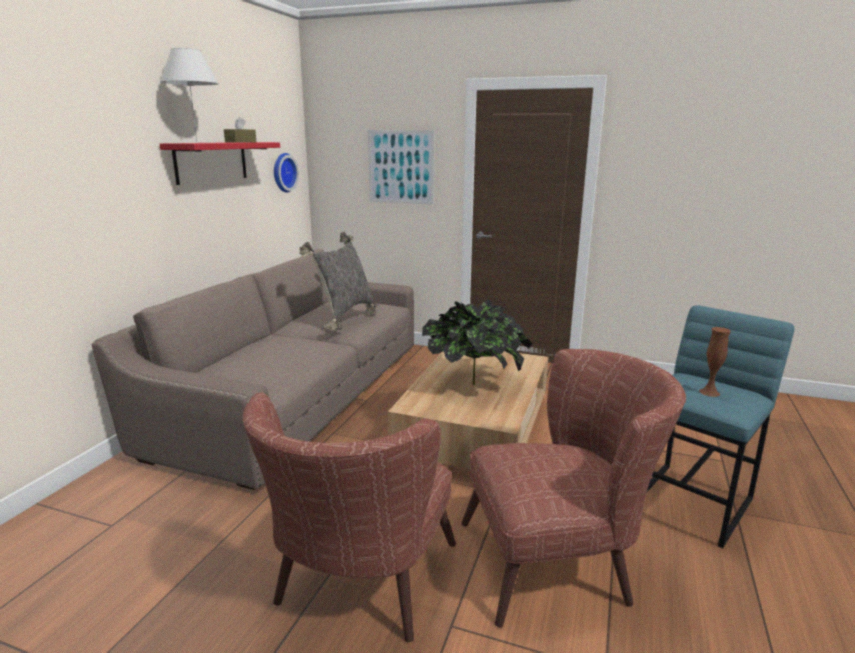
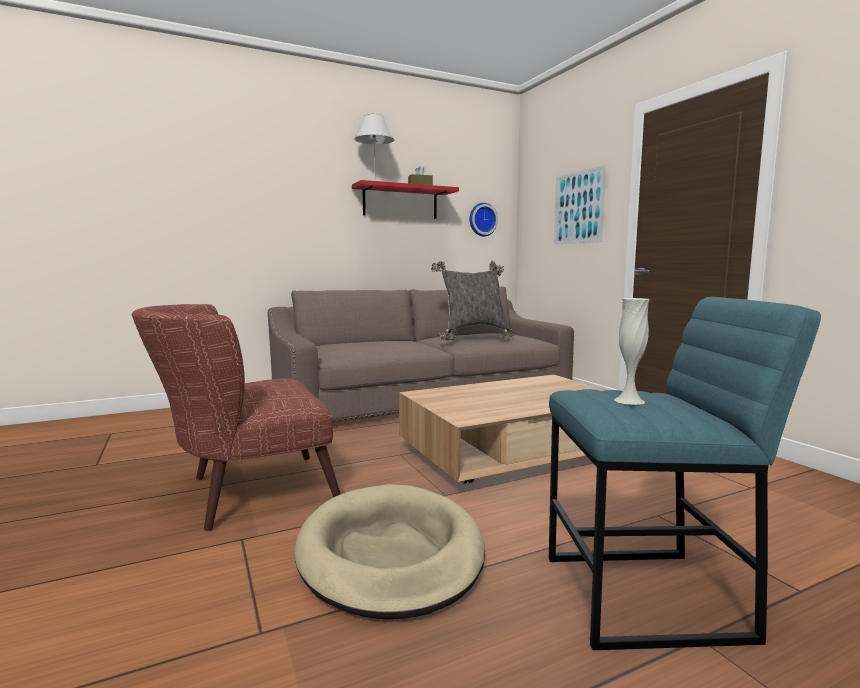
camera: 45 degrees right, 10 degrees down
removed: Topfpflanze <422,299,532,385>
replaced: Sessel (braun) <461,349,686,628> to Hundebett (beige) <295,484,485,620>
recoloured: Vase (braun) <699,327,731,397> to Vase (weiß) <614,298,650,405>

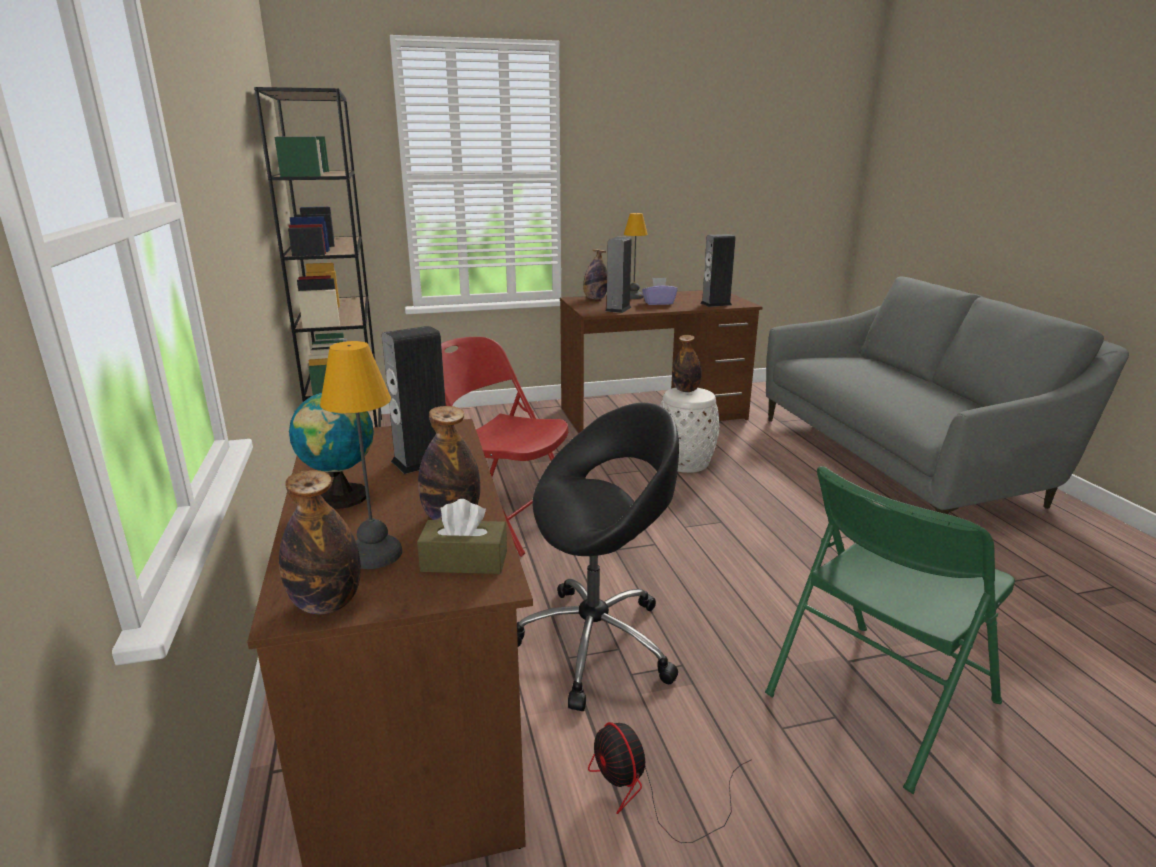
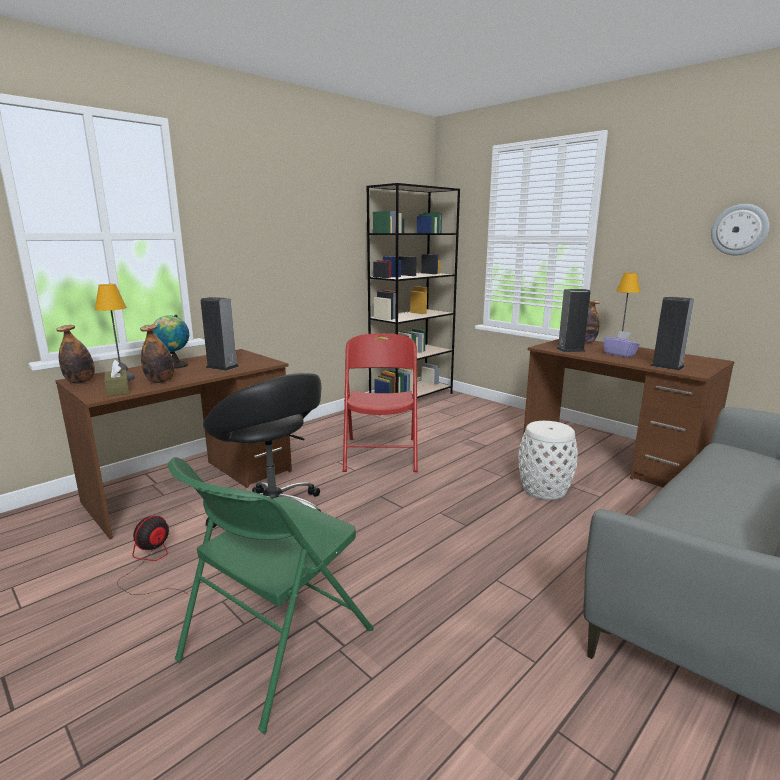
camera: 60 degrees right, 5 degrees down
removed: Flasche <672,335,702,392>
added: Wanduhr <711,204,769,255>
turned: Stuhl (grün) <765,466,1015,794> = <168,457,373,734> 75 degrees counterclockwise

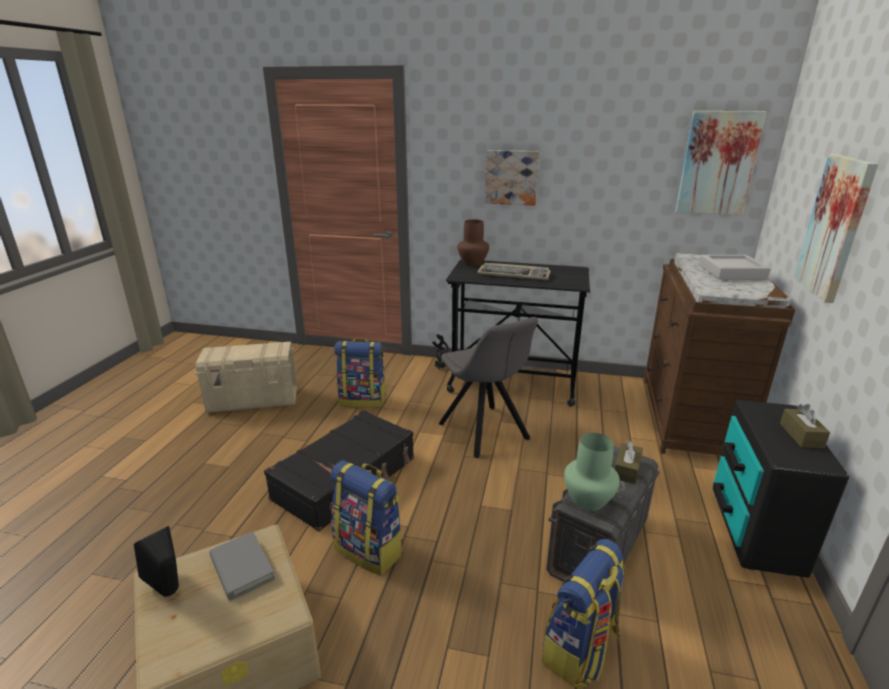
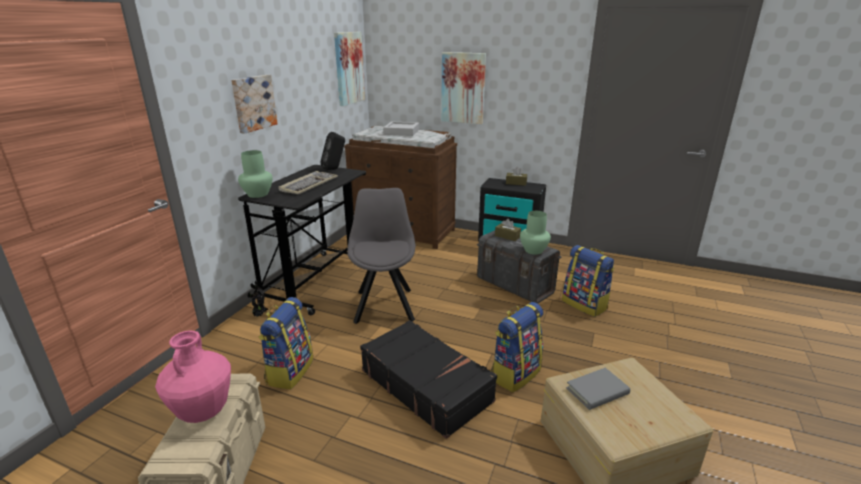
camera: 80 degrees left, 0 degrees up
added: Vase (rosa) <155,331,231,423>
moved: Lautsprecher (schwarz) <134,526,179,597> to <320,132,345,170>
recoloured: Vase (braun) <457,219,489,266> to Vase (grün) <238,150,273,198>
turned: Stuhl (grau) <439,317,538,458> = <347,188,416,324> 75 degrees counterclockwise

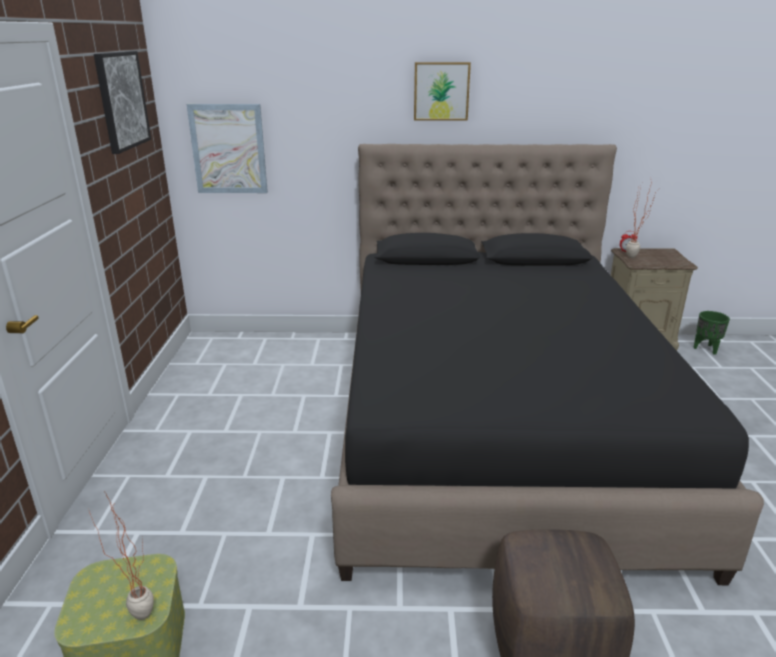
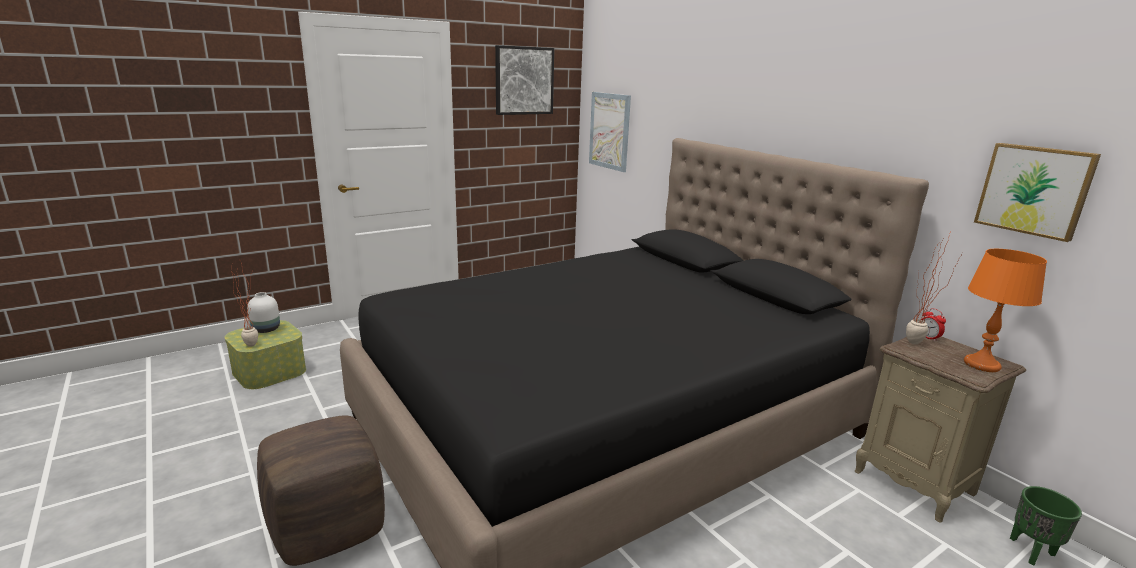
camera: 55 degrees right, 5 degrees down
added: Tischlampe (orange) <964,249,1047,372>; Vase (weiß) <247,292,280,333>
moved: Bild <414,62,471,121> to <974,143,1101,242>

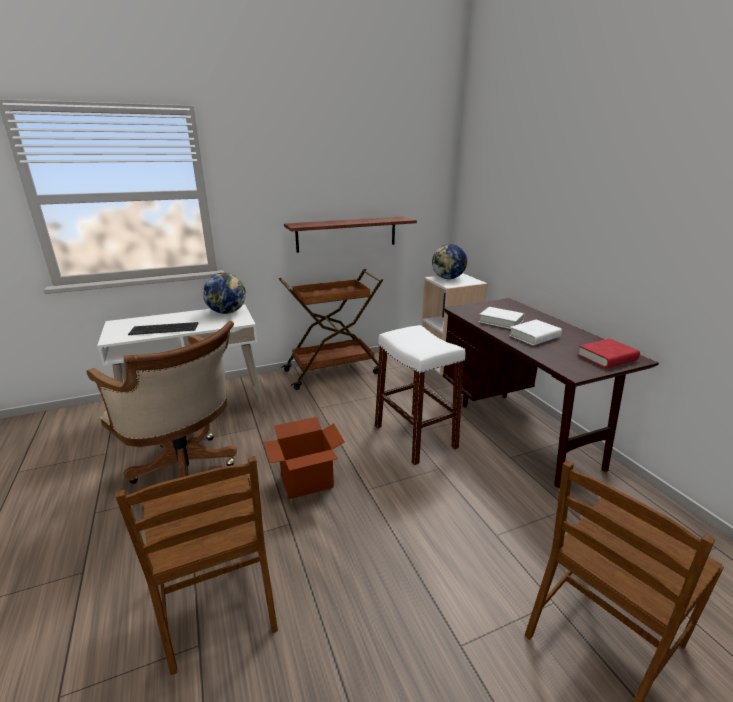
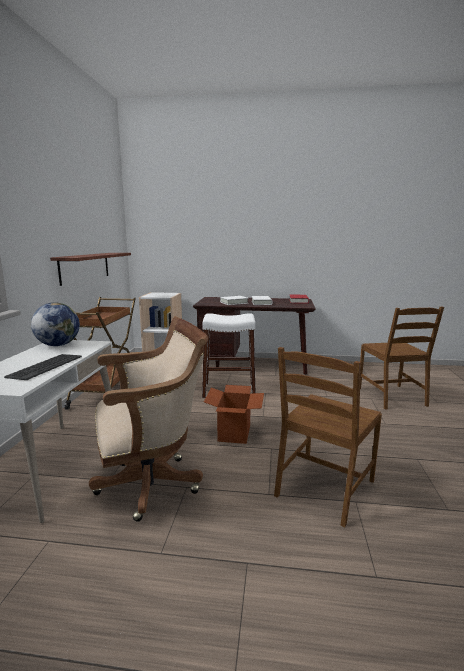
camera: 60 degrees left, 10 degrees down
removed: Globus <432,244,467,279>
turned: Stuhl (braun) <116,456,278,675> = <274,347,382,527> 120 degrees clockwise

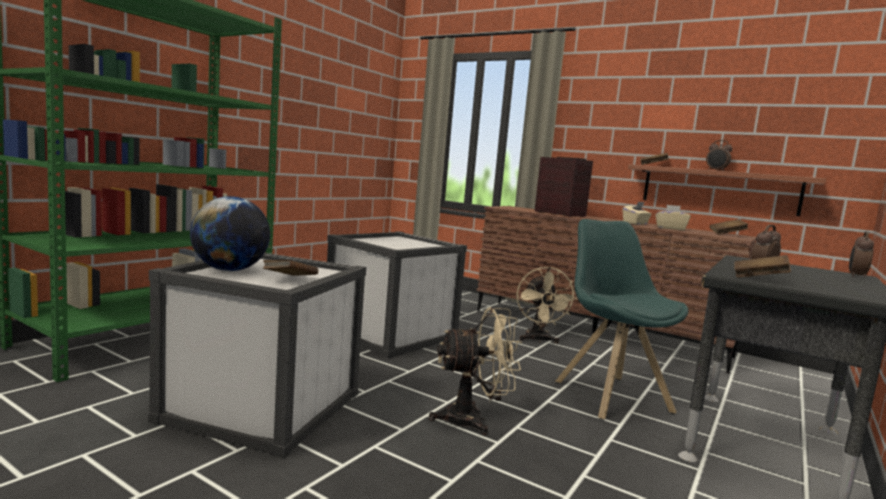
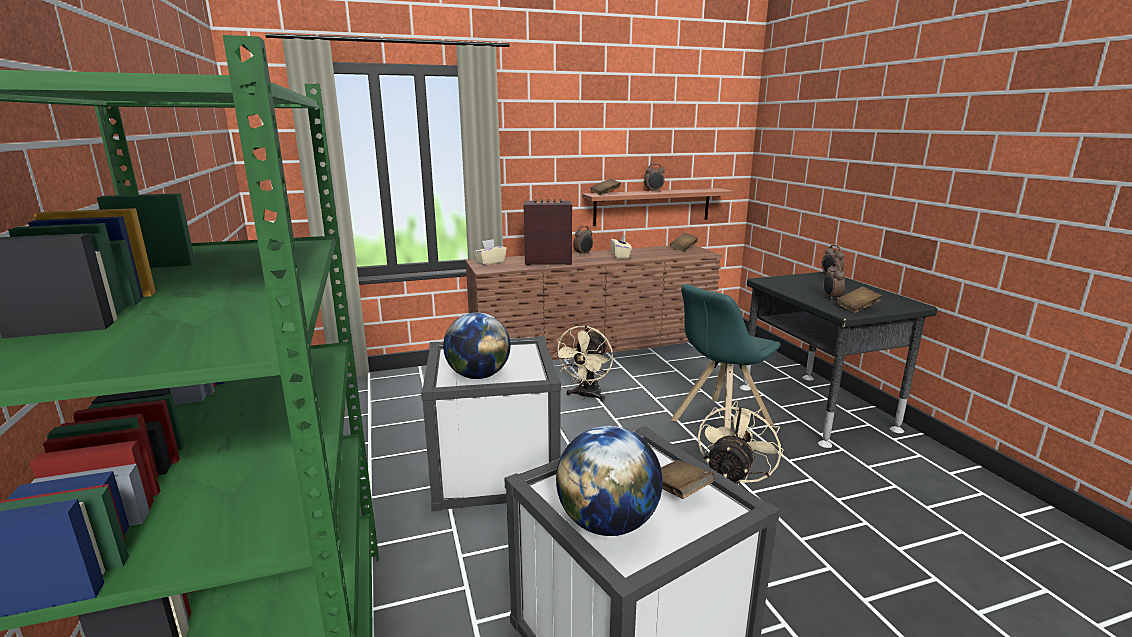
camera: 50 degrees left, 10 degrees up
added: Wecker <573,226,593,256>; Globus <443,312,511,379>
moved: Taschentuchbox (beige) <655,205,691,230> to <473,239,507,265>
turned: Stuhl (türkis) <555,219,689,420> = <671,284,781,429> 60 degrees counterclockwise; Ventilator (beige) <517,267,577,343> = <553,325,613,402> 75 degrees clockwise

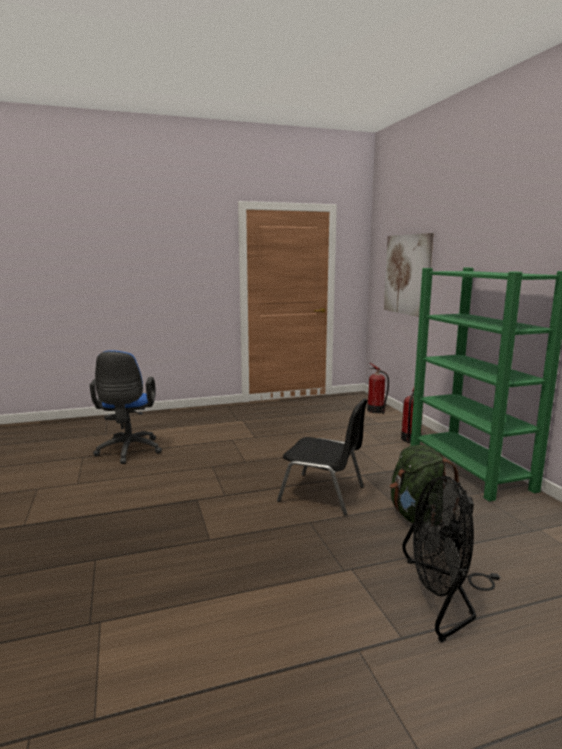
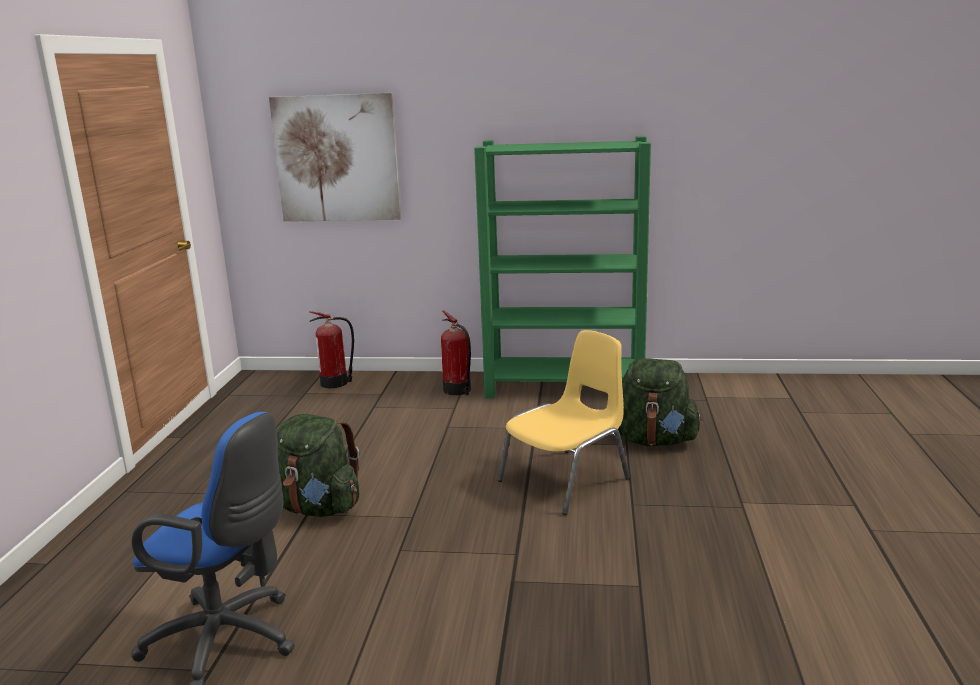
camera: 65 degrees left, 5 degrees up
removed: Ventilator (schwarz) <402,476,501,642>
added: Rucksack (grün) <277,414,359,517>
recoloured: Stuhl (schwarz) <277,398,368,515> to Stuhl (gelb) <498,330,630,515>

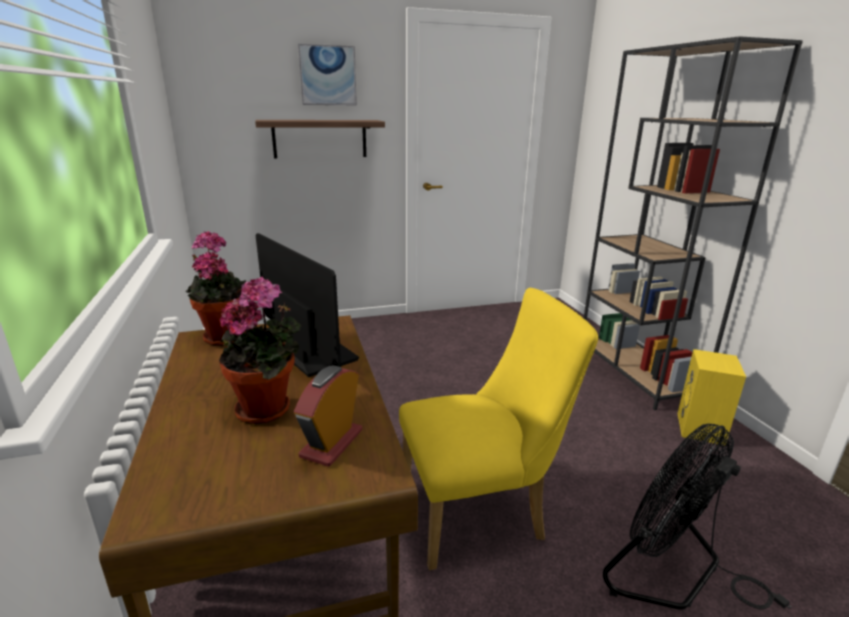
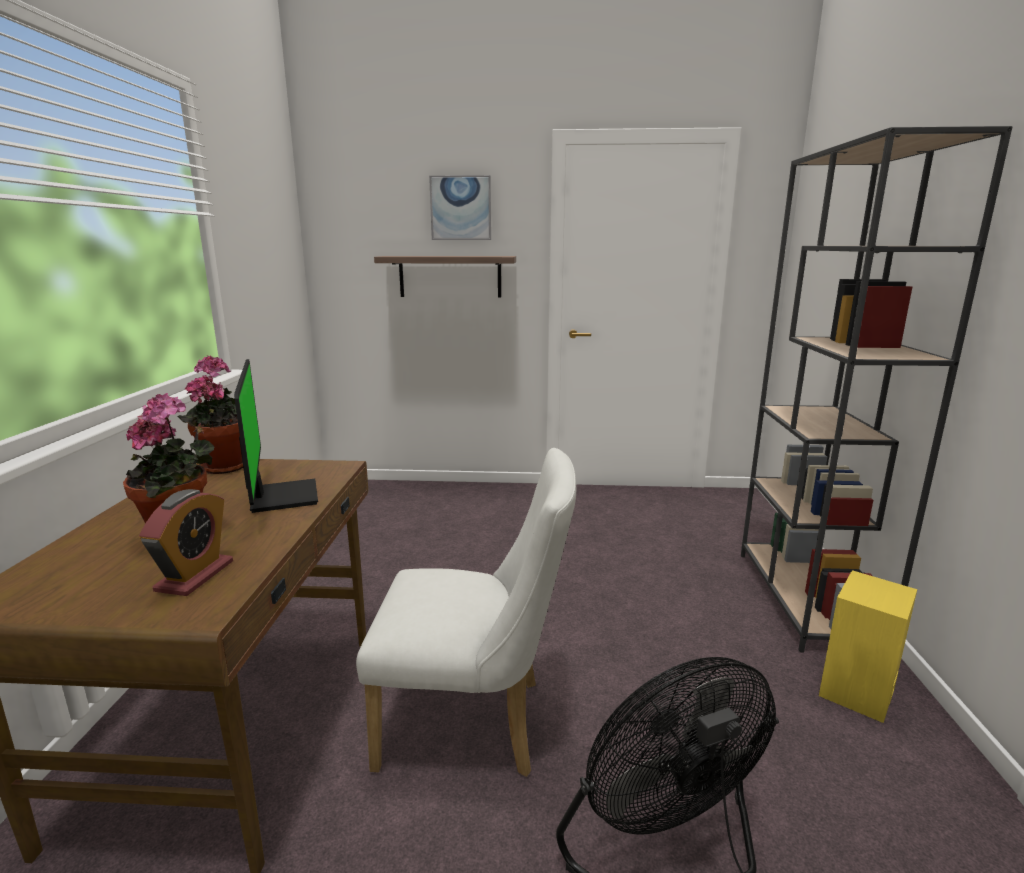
camera: 20 degrees right, 5 degrees down
recoloured: Stuhl (gelb) <399,288,598,570> to Stuhl (weiß) <356,448,576,777>
turned: Wecker <294,365,362,467> = <139,489,233,596> 150 degrees clockwise

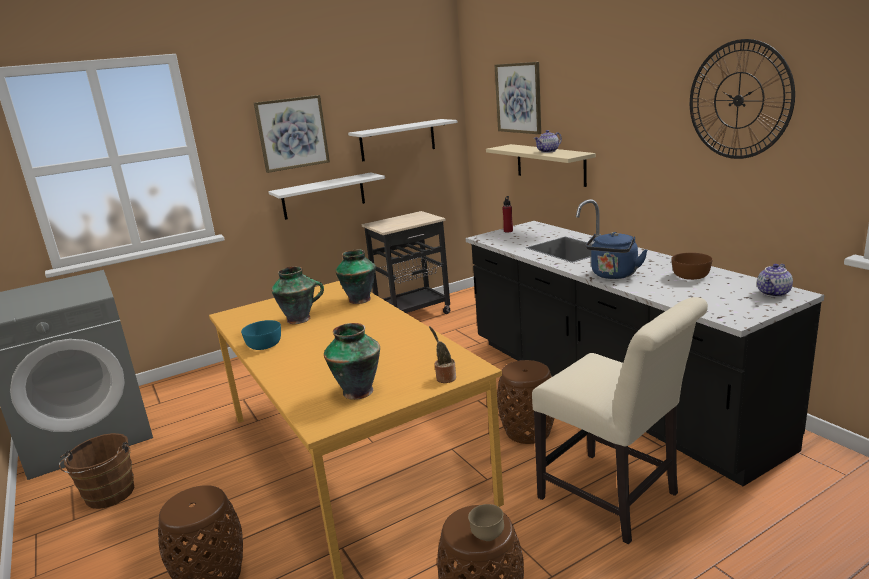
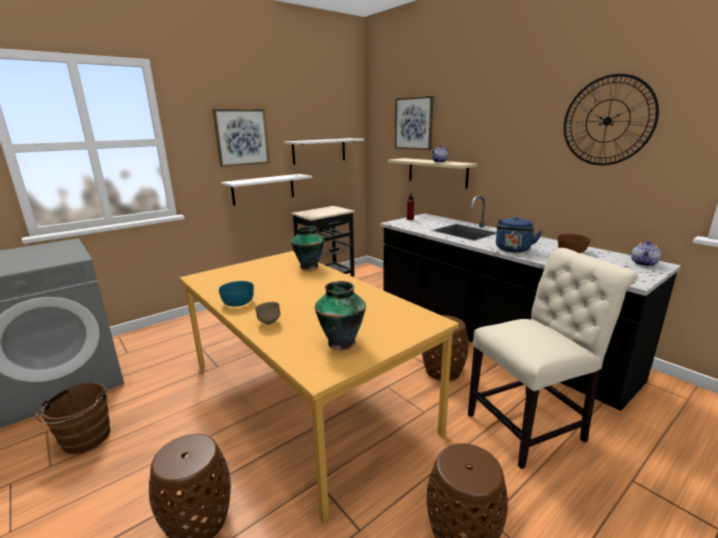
camera: 10 degrees left, 0 degrees up
removed: Vase <271,266,324,324>; Topfpflanze <429,326,456,383>
moved: Schüssel (braun) <468,504,504,541> to <255,302,280,325>
turned: Stuhl (beige) <532,297,708,544> = <468,248,638,469> 60 degrees counterclockwise

